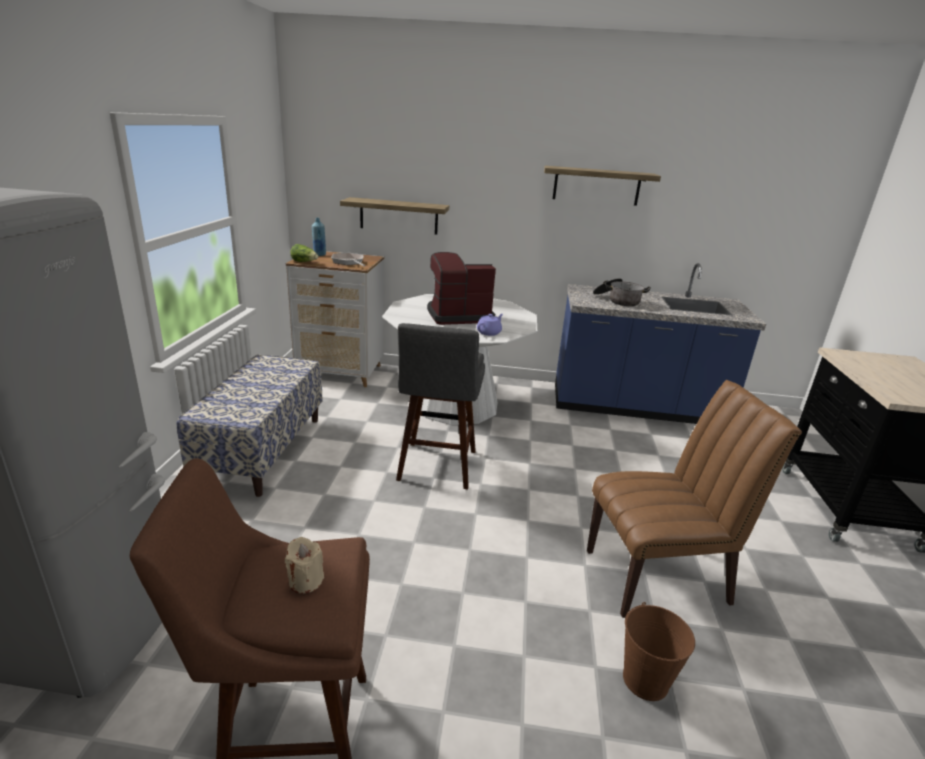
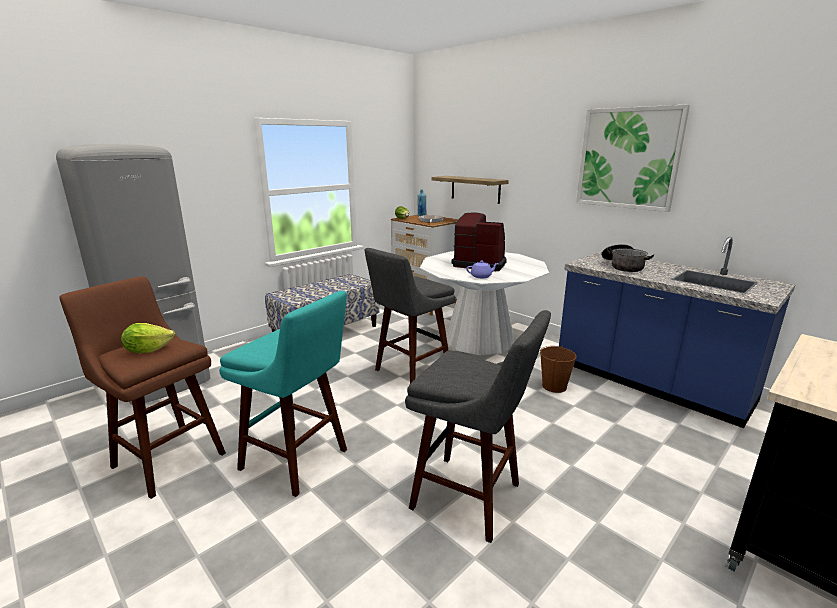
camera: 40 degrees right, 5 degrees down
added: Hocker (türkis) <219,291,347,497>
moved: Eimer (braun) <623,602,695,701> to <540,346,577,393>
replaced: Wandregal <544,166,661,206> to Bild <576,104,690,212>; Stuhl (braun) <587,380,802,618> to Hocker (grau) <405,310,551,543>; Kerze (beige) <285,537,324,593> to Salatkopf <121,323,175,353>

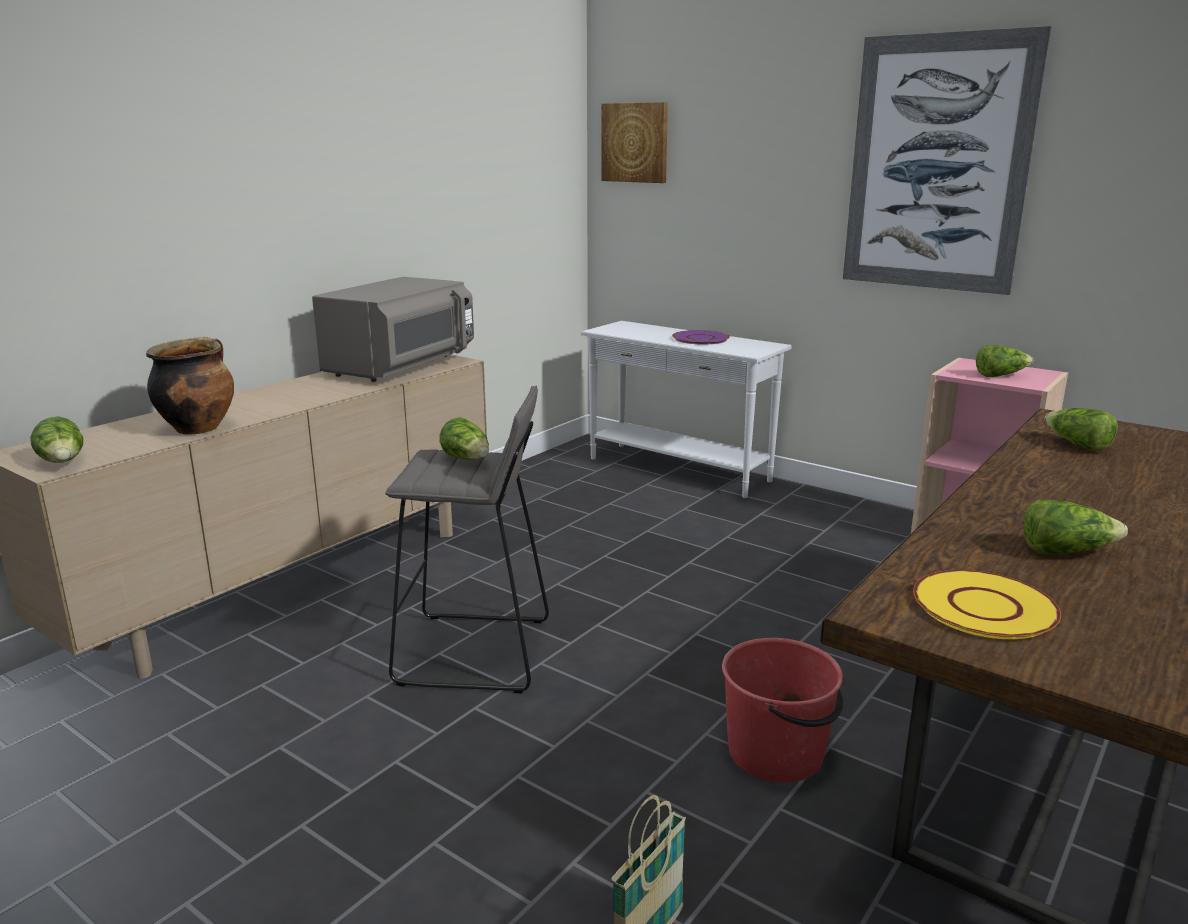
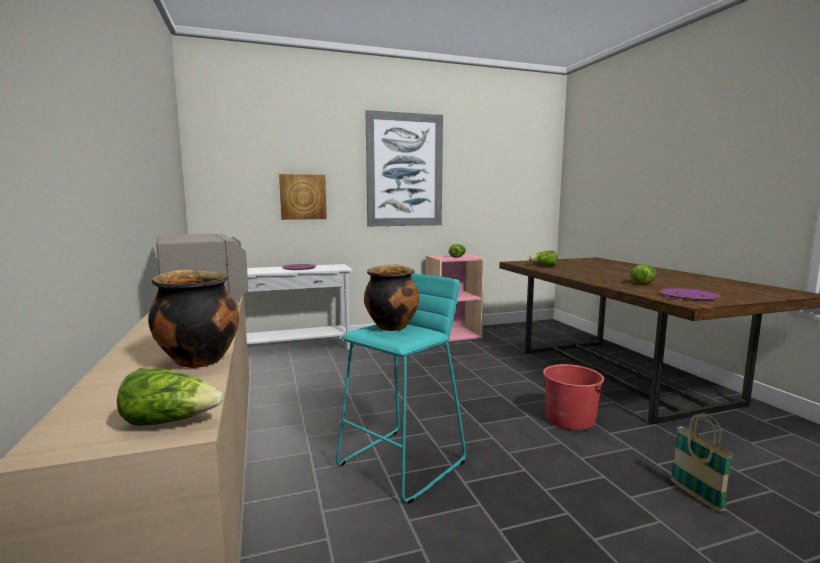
camera: 55 degrees left, 10 degrees down
moved: Bild <601,102,668,183> to <279,174,327,220>
replaced: Salatkopf <440,417,489,459> to Kochtopf <364,264,419,331>
recoloured: Hocker (grau) <385,386,549,693> to Hocker (türkis) <336,273,466,503>; Teller (gelb) <913,570,1061,639> to Teller (lila) <660,288,720,301>

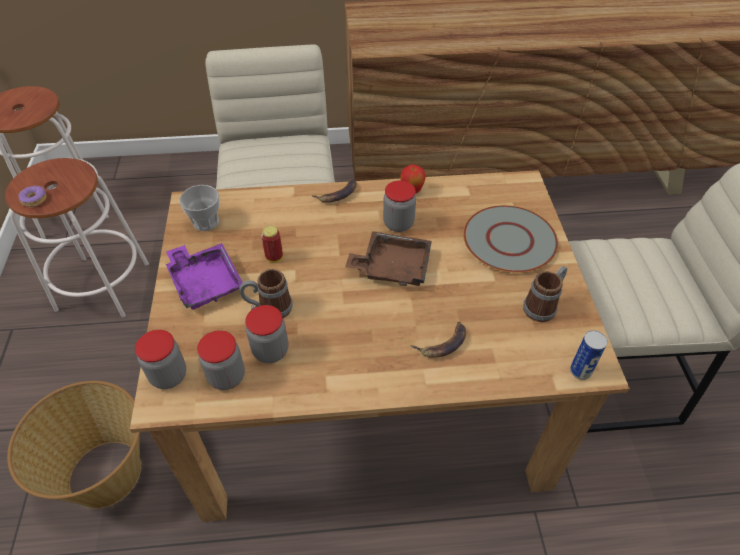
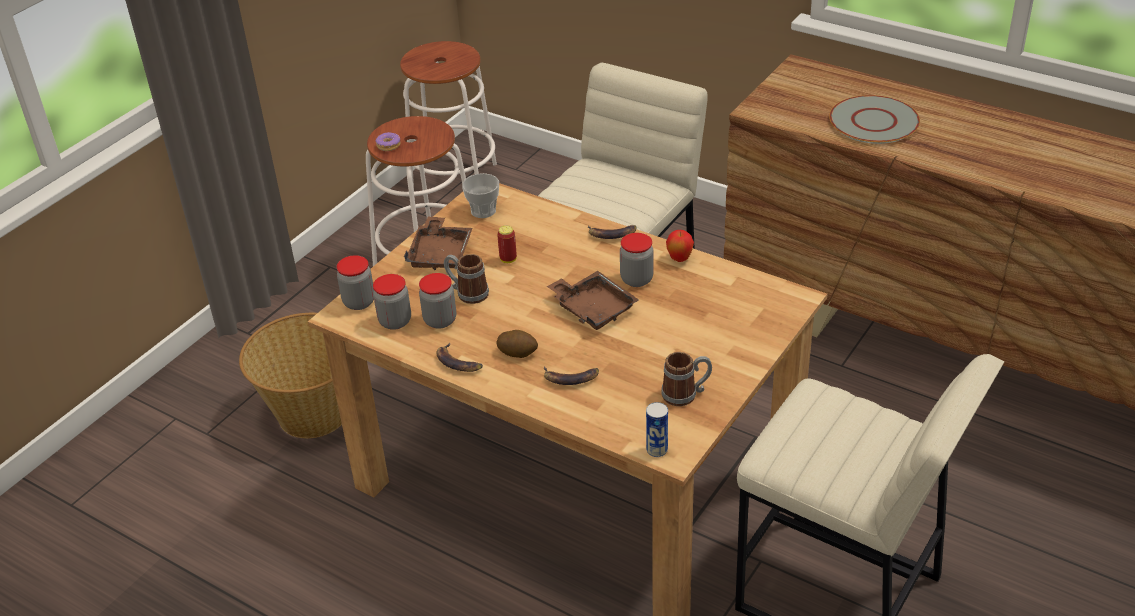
camera: 40 degrees right, 10 degrees down
added: Kartoffel <497,330,538,358>; Banane <436,342,483,372>
moved: Teller (grau) <463,205,558,273> to <829,95,920,144>
recoloured: Tablett (lila) <166,243,243,310> to Tablett (braun) <404,216,473,270>

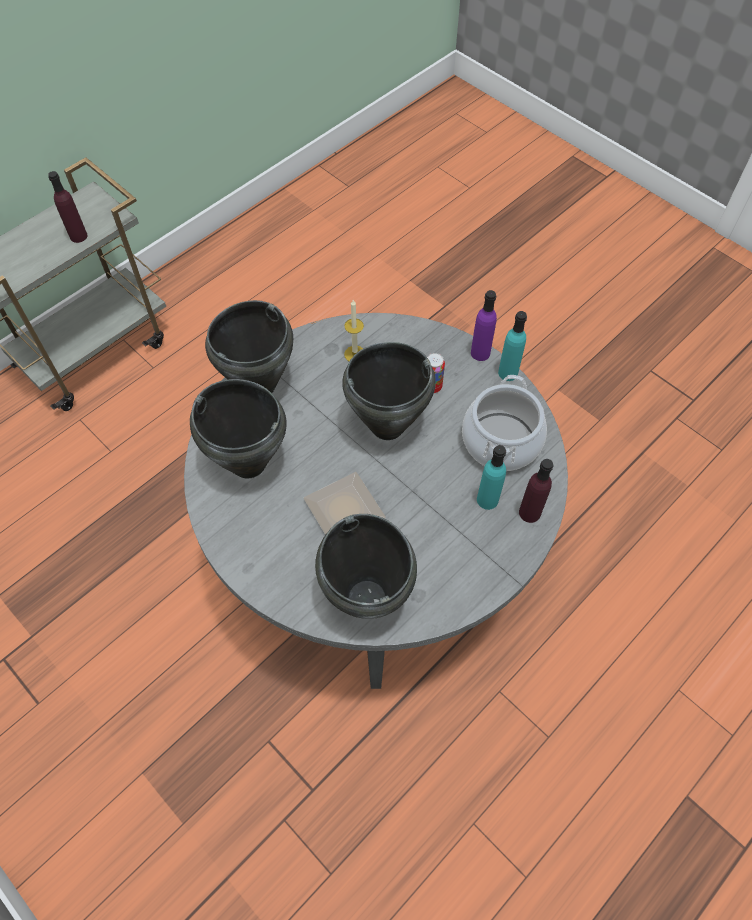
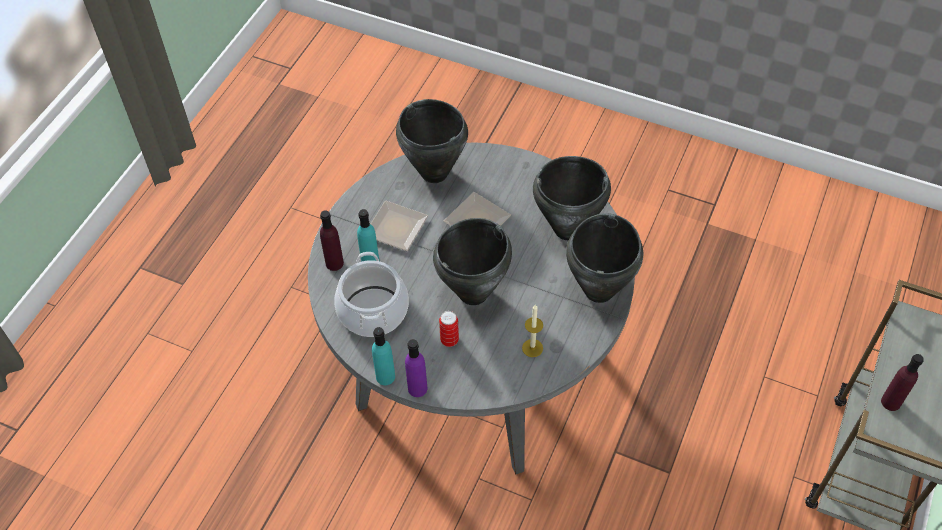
camera: 160 degrees right, 5 degrees down
added: Teller <371,201,428,251>

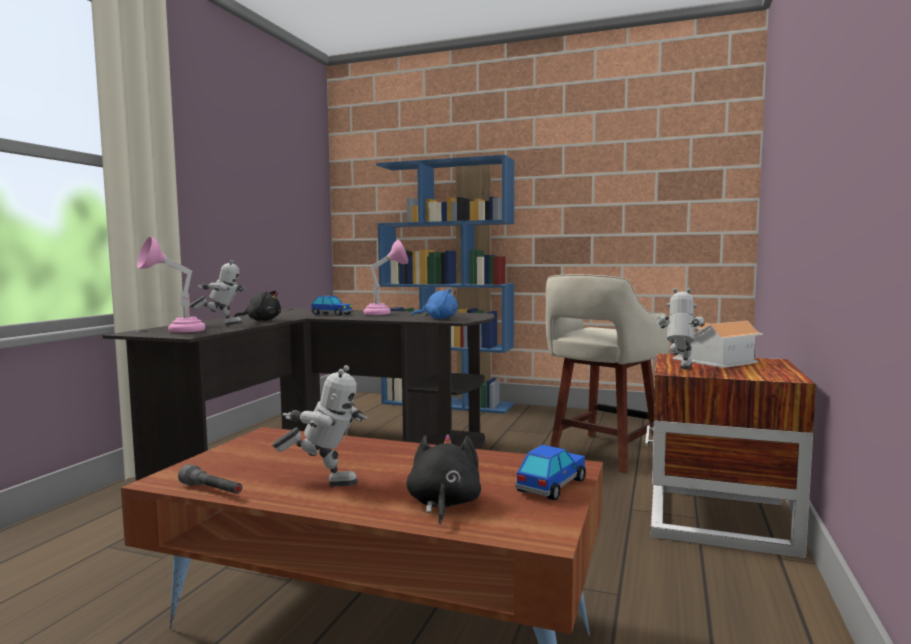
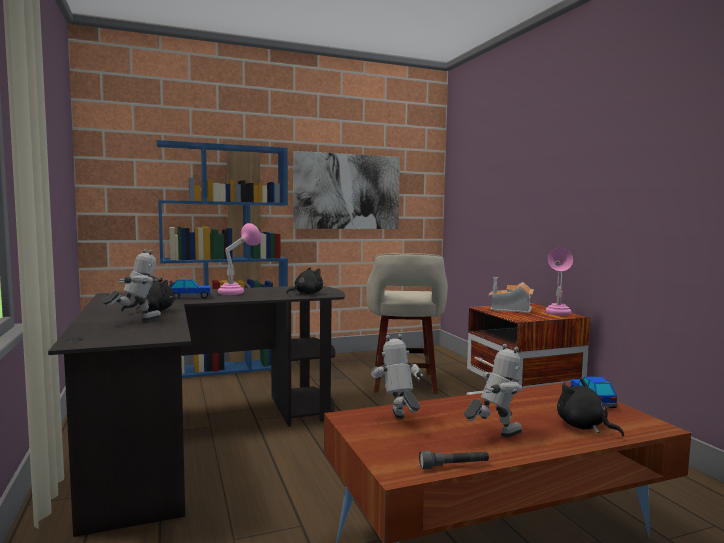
camera: 40 degrees left, 0 degrees up
added: Bild <293,151,400,229>
moved: Tischlampe (rosa) <137,237,205,333> to <545,248,573,316>; Spielzeugroboter <656,288,705,369> to <371,334,423,419>
recoloured: Plüschtier (blau) <411,289,458,319> to Plüschtier (schwarz) <286,267,323,294>

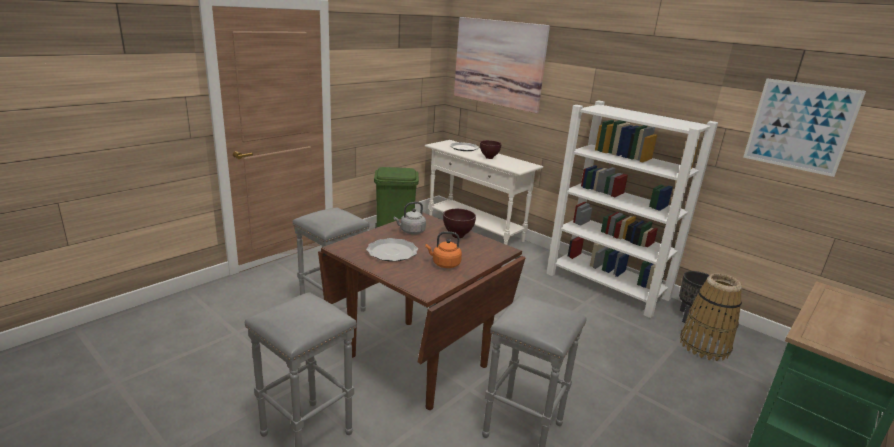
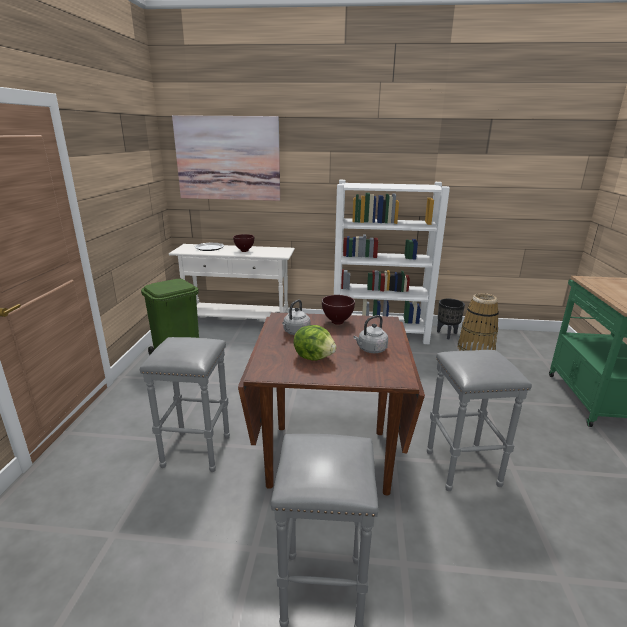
camera: 35 degrees left, 0 degrees up
removed: Bild <743,78,866,177>
replaced: Teller <366,238,418,262> to Salatkopf <293,325,336,361>
recoloured: Wasserkessel (orange) <426,231,462,268> to Wasserkessel (grau) <353,315,388,353>

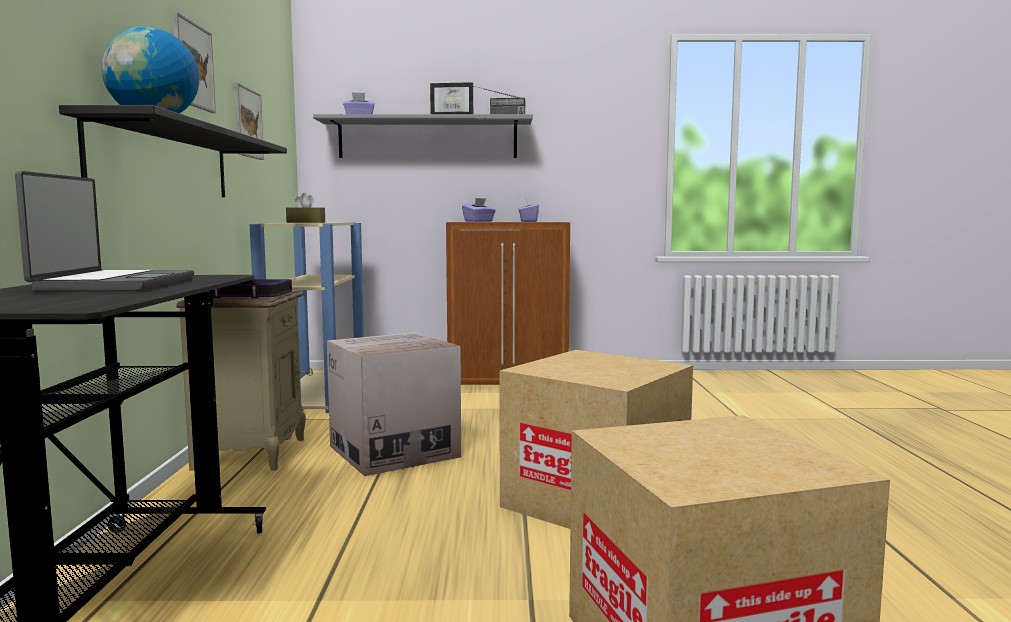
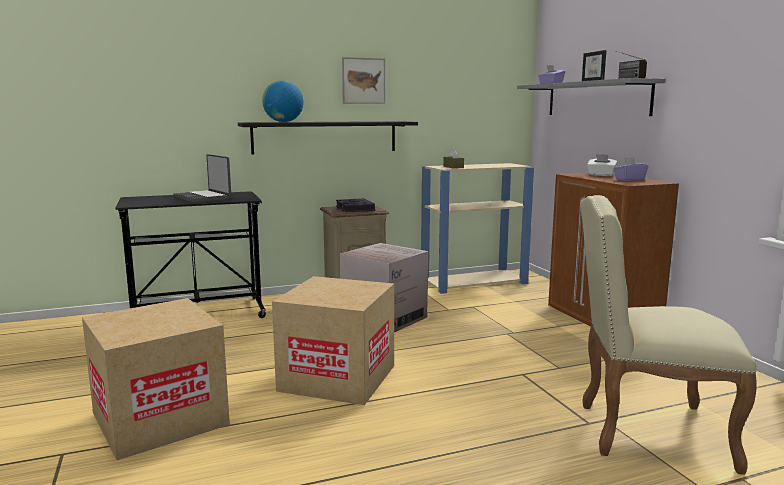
camera: 70 degrees right, 5 degrees up
removed: Bild <234,83,264,160>
added: Stuhl (beige) <581,195,757,475>
recoloured: Taschentuchbox (lila) <462,198,496,222> to Taschentuchbox (weiß) <587,154,617,176>
turned: Laptop <15,171,194,292> = <173,154,231,203> 75 degrees clockwise

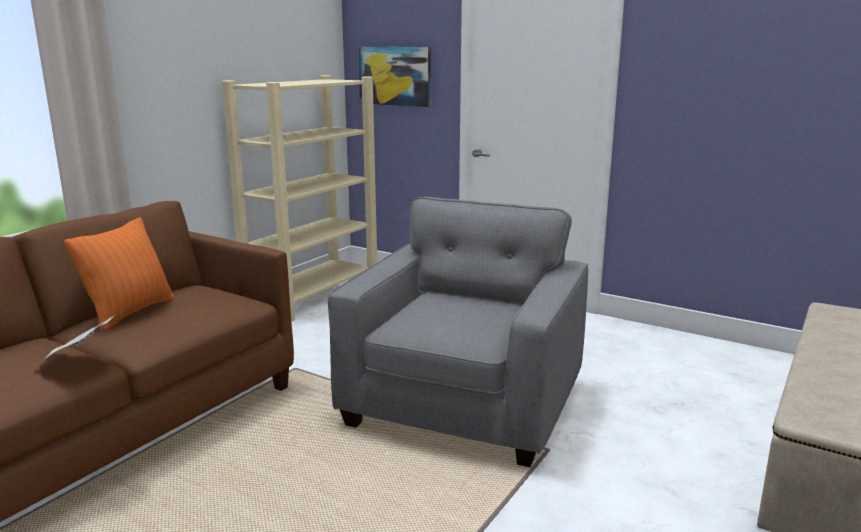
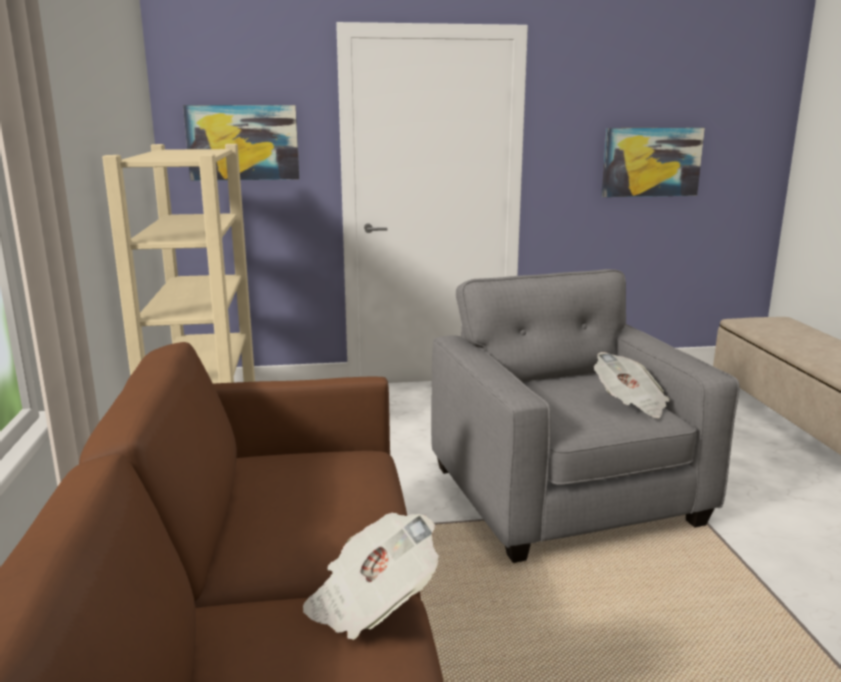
camera: 40 degrees left, 0 degrees up
removed: Kissen (orange) <64,217,174,331>
added: Bild <601,128,705,197>; Zeitung <594,352,670,418>

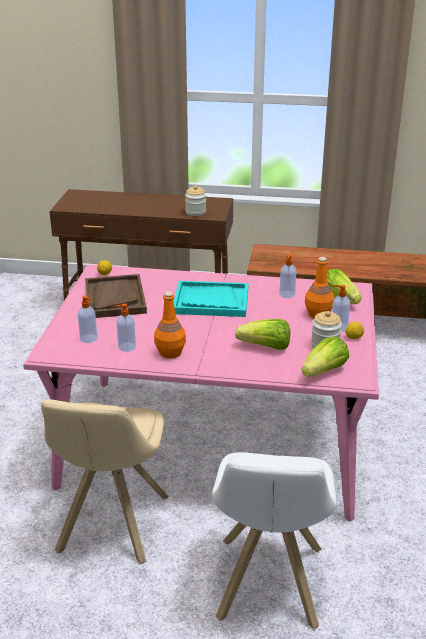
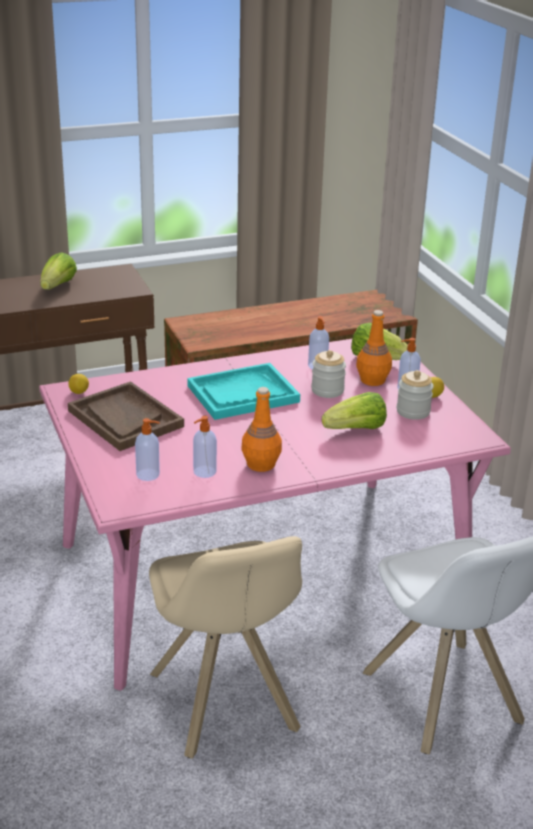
camera: 30 degrees left, 0 degrees up
moved: Vorratsglas <185,186,206,216> to <311,350,346,398>; Salatkopf <302,337,349,377> to <40,253,77,290>

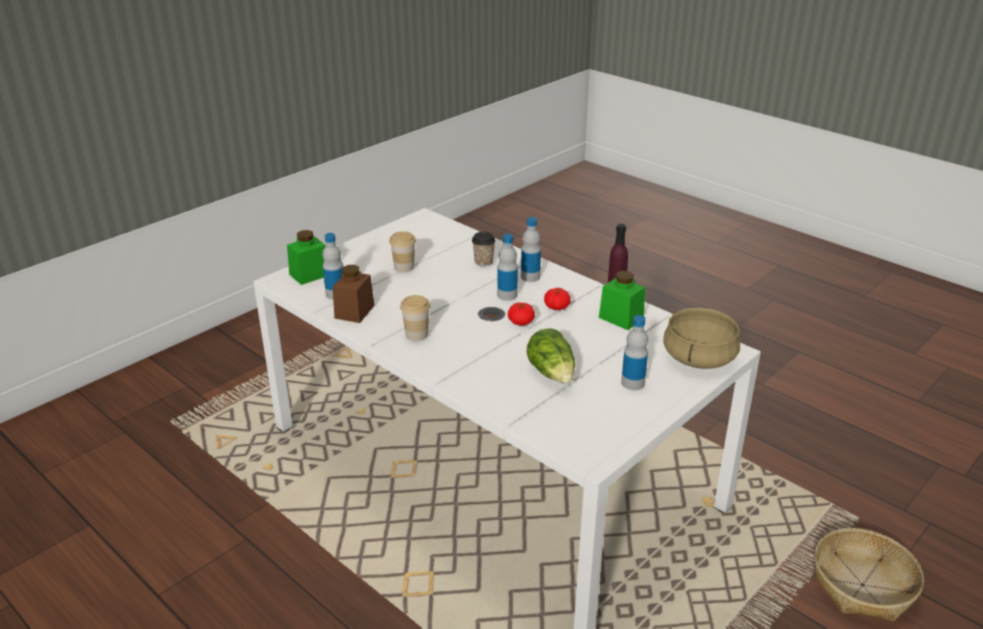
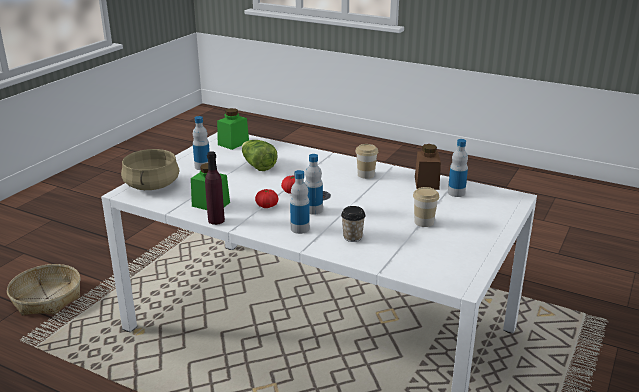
camera: 165 degrees right, 5 degrees down
moved: Vorratsglas (grün) <287,230,326,285> to <217,108,249,150>

